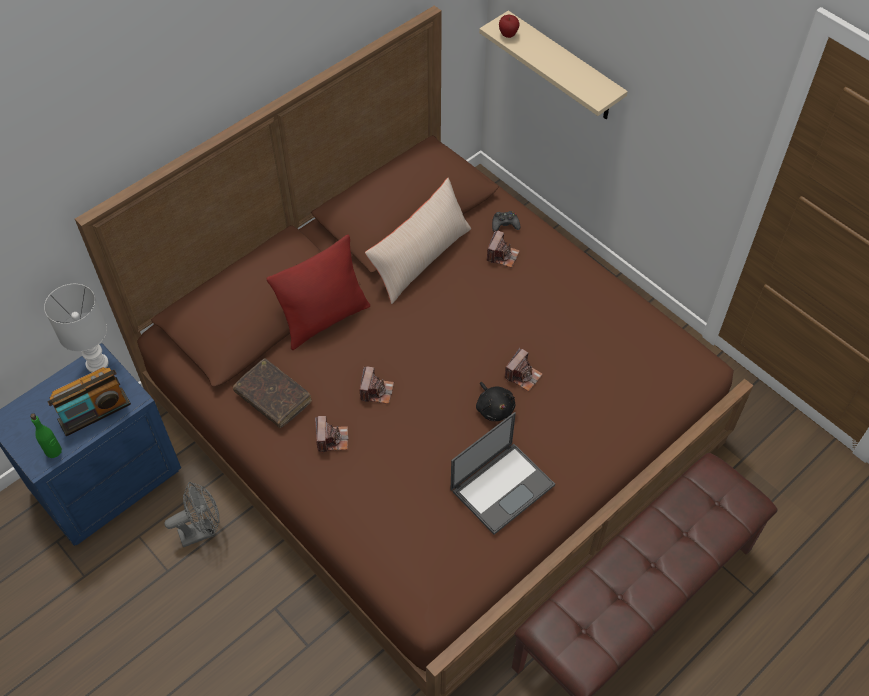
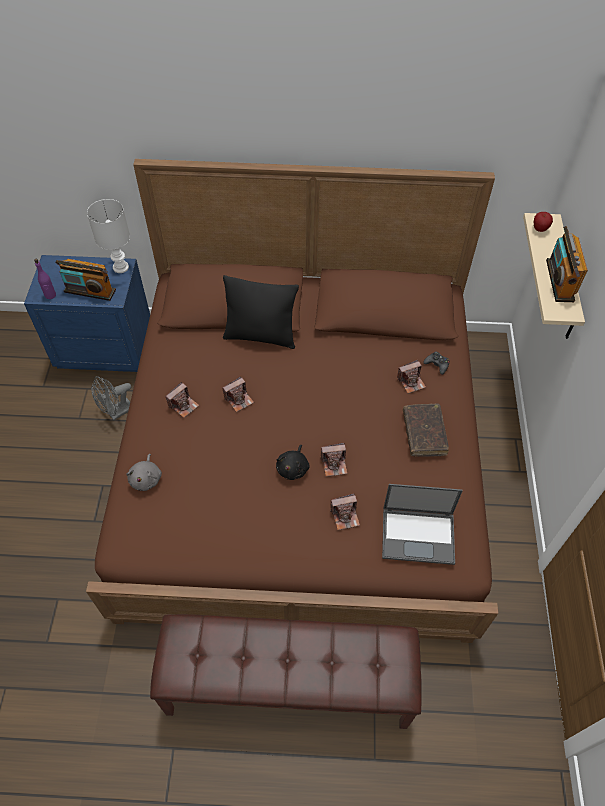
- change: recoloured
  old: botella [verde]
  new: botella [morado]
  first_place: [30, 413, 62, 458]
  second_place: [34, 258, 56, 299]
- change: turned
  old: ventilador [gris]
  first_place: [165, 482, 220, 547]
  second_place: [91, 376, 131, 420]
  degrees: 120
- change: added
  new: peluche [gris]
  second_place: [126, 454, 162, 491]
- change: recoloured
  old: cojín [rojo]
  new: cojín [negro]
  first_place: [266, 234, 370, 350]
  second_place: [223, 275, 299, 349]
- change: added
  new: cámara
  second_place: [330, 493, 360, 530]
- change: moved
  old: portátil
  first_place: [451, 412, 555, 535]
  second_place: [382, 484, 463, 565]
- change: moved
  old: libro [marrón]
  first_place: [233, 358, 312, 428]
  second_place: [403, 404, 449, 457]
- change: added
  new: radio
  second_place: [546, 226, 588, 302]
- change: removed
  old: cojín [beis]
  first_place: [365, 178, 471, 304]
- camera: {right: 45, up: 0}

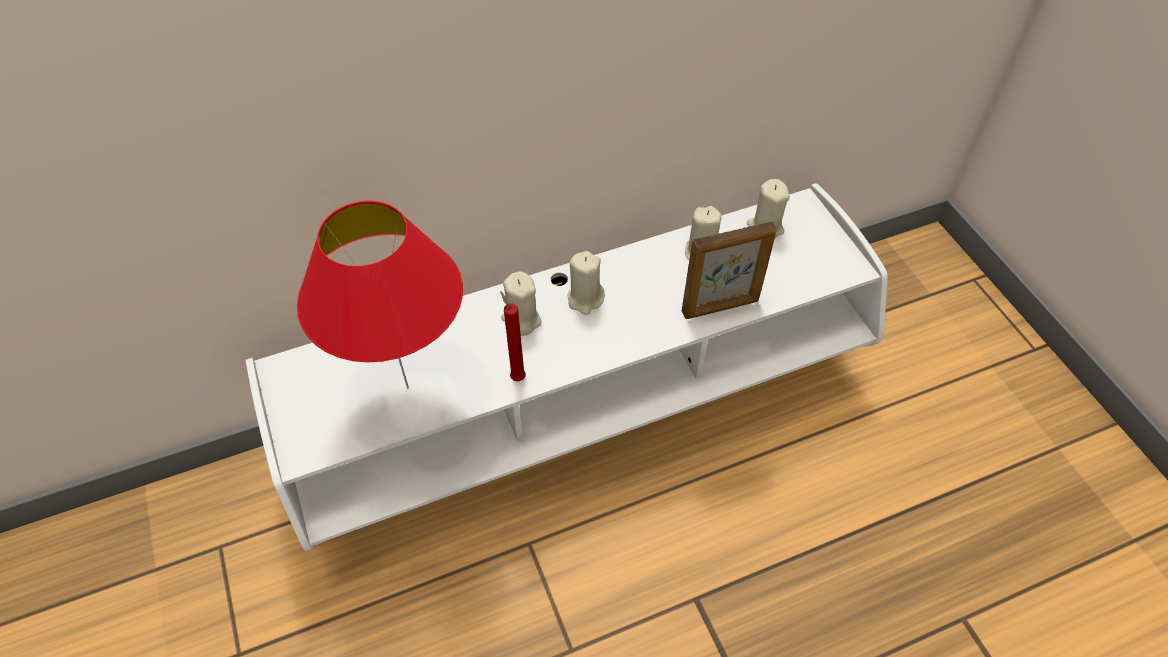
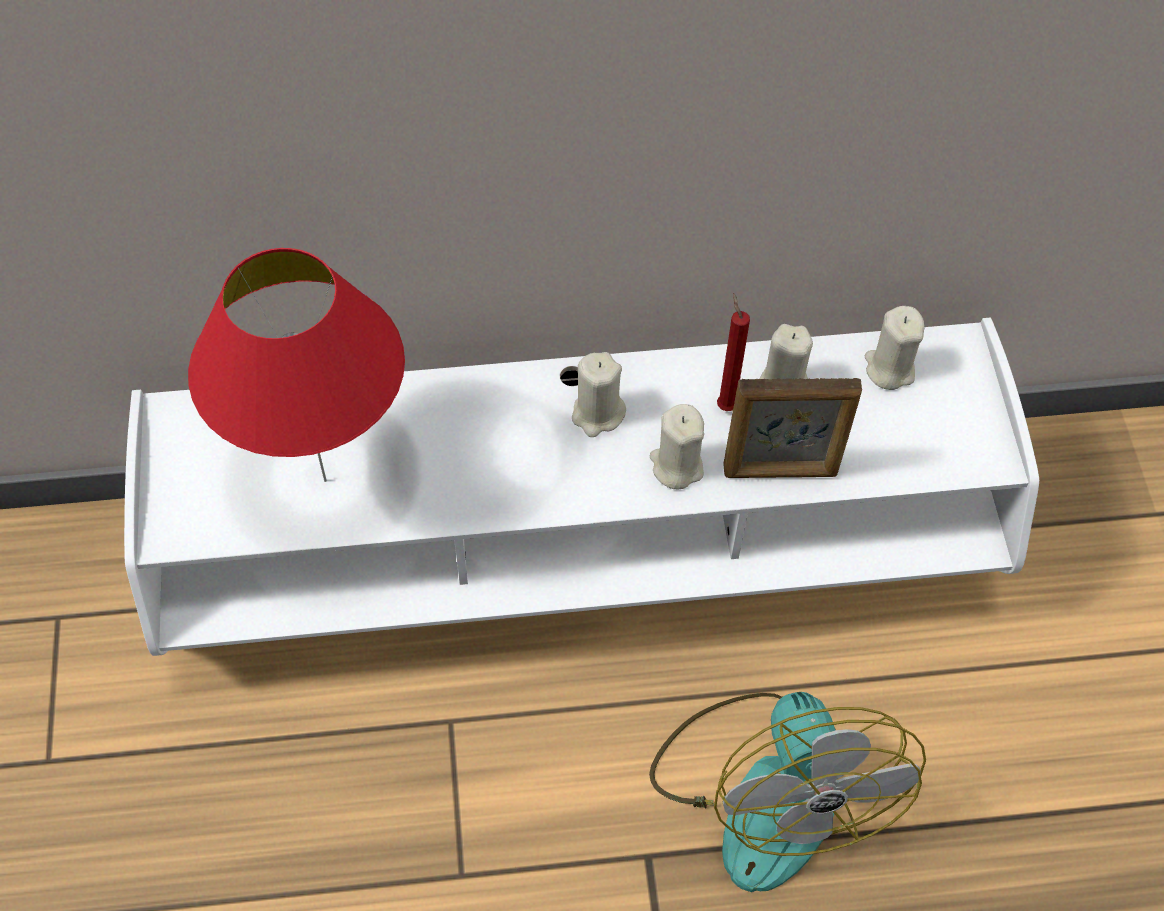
- change: added
  new: ventilador
  second_place: [649, 692, 926, 892]
- change: moved
  old: vela [beis]
  first_place: [501, 272, 542, 336]
  second_place: [650, 404, 704, 489]
- change: moved
  old: vela [rojo]
  first_place: [500, 291, 526, 381]
  second_place: [717, 293, 750, 411]
- camera: {right: 15, up: 5}

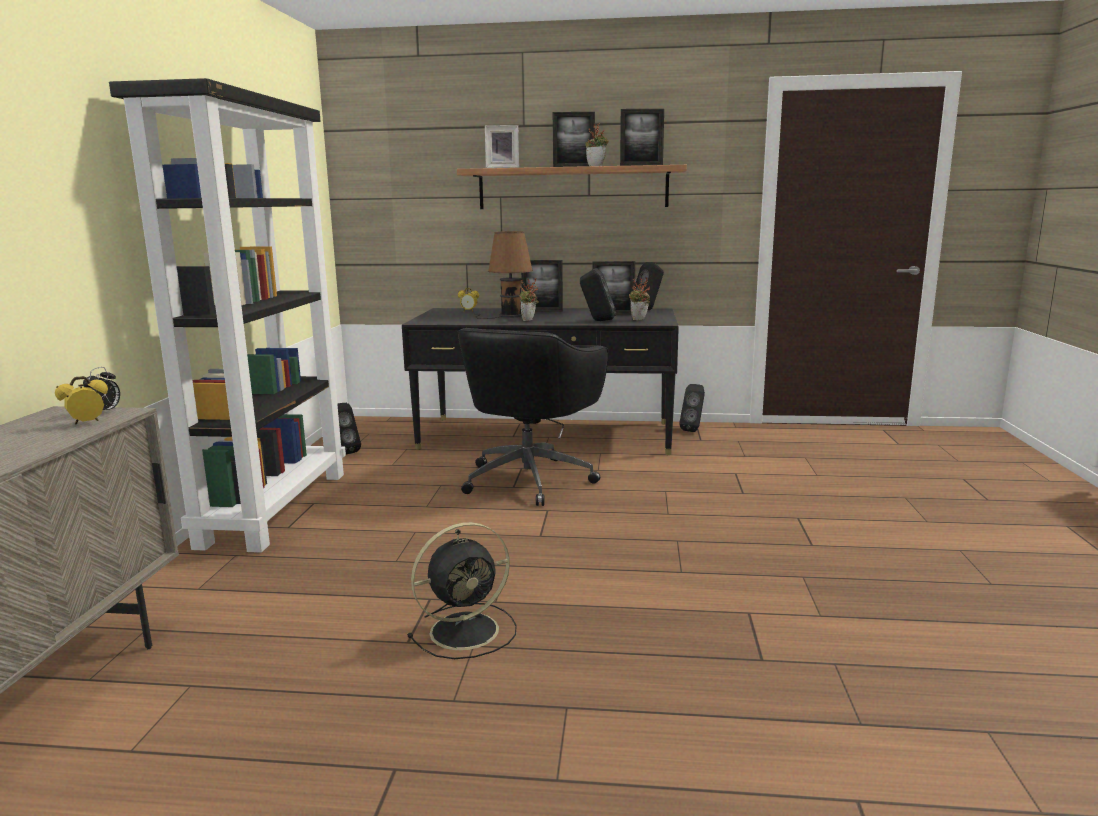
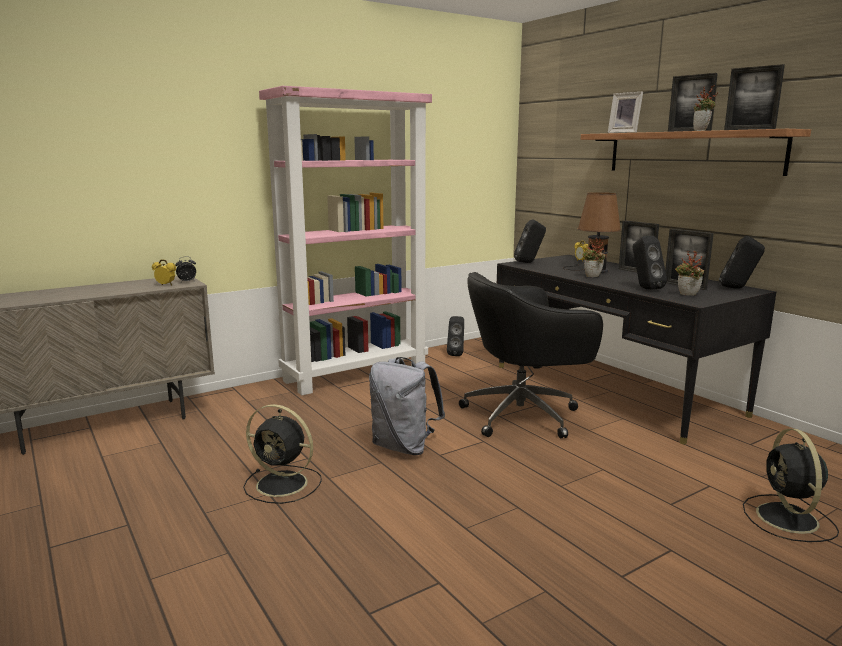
- change: recoloured
  old: estantería [negro]
  new: estantería [rosa]
  first_place: [109, 78, 346, 553]
  second_place: [259, 86, 432, 395]
- change: added
  new: mochila [gris]
  second_place: [369, 357, 445, 455]
- change: moved
  old: altavoz [negro]
  first_place: [679, 384, 705, 432]
  second_place: [514, 219, 546, 263]
- change: added
  new: ventilador [negro]
  second_place: [743, 429, 839, 542]
- camera: {right: 50, up: 0}

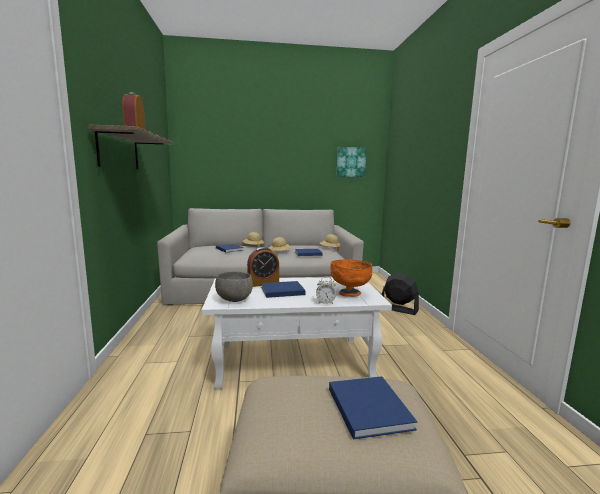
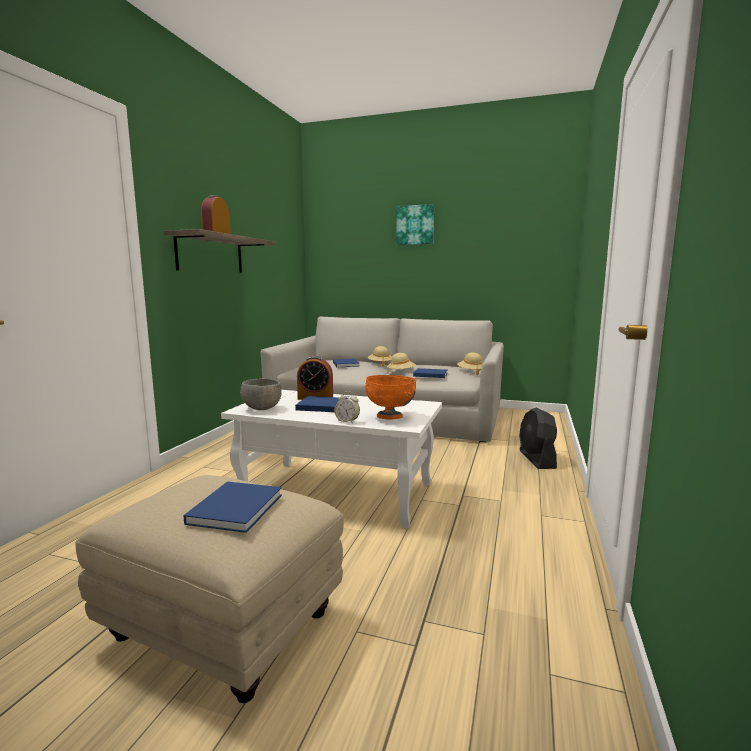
- change: moved
  old: cuadro
  first_place: [337, 147, 366, 177]
  second_place: [396, 204, 434, 245]
- change: turned
  old: ventilador [negro]
  first_place: [381, 273, 419, 315]
  second_place: [519, 408, 557, 469]
  degrees: -150
- camera: {right: 25, up: 0}

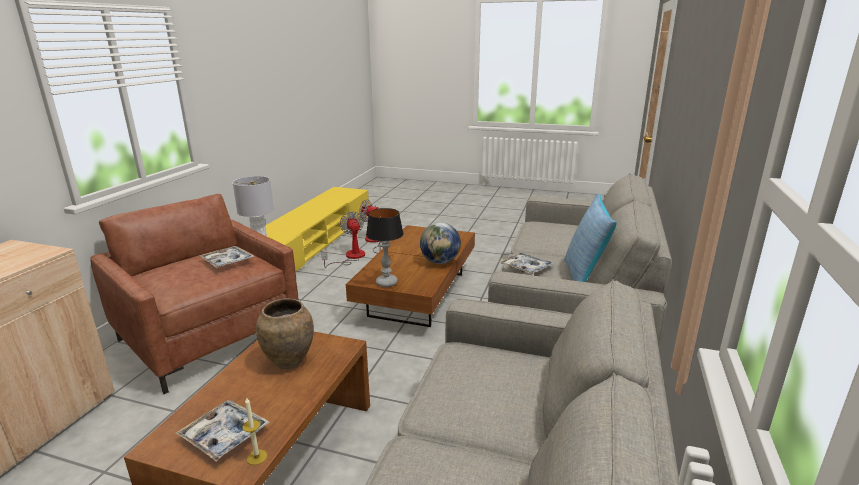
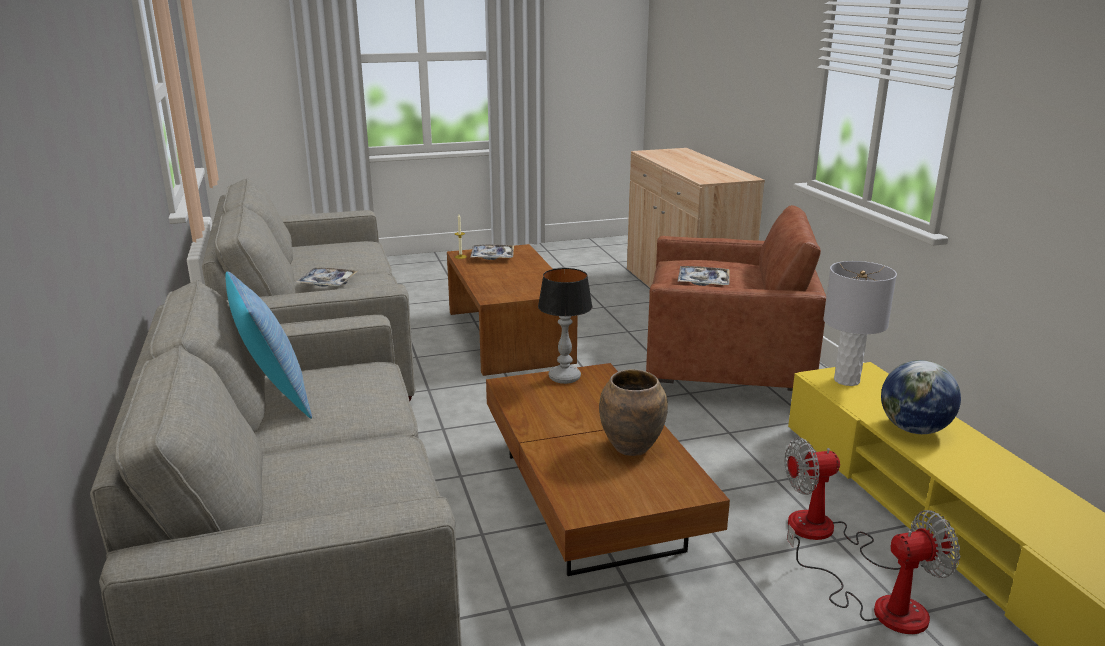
- change: moved
  old: bandeja
  first_place: [499, 252, 554, 275]
  second_place: [294, 268, 358, 287]
- change: moved
  old: florero [marrón]
  first_place: [256, 298, 314, 369]
  second_place: [599, 369, 668, 456]
- change: turned
  old: ventilador
  first_place: [321, 211, 365, 267]
  second_place: [785, 437, 922, 570]
  degrees: 135
- change: moved
  old: globo terráqueo
  first_place: [420, 222, 461, 264]
  second_place: [881, 360, 961, 434]
- camera: {right: 145, up: 0}

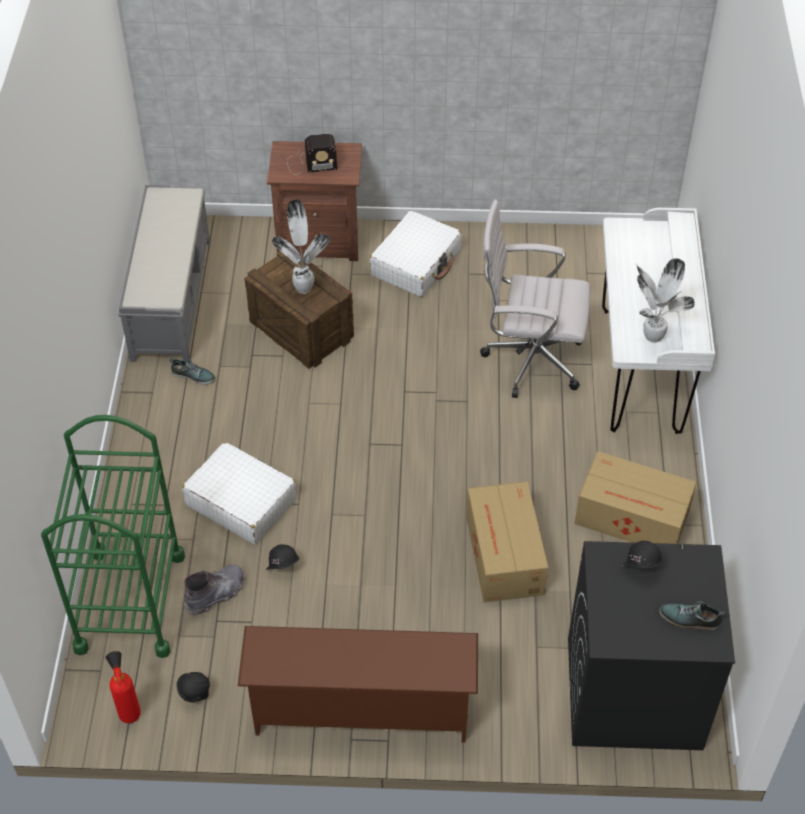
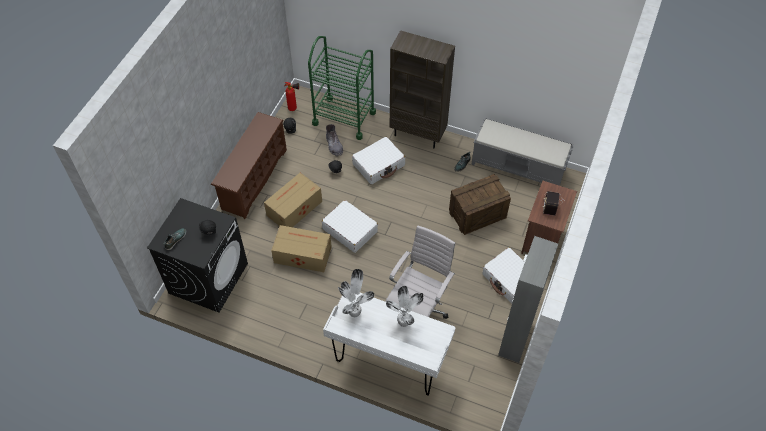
- change: moved
  old: caja de cartón
  first_place: [575, 451, 697, 544]
  second_place: [264, 173, 322, 227]
- change: added
  new: maleta [blanco]
  second_place: [322, 200, 378, 253]
- change: moved
  old: planta en maceta
  first_place: [272, 199, 330, 294]
  second_place: [386, 286, 423, 327]
- change: added
  new: estantería [marrón]
  second_place: [390, 30, 455, 148]
- change: added
  new: armario [gris]
  second_place: [498, 236, 558, 363]
- camera: {right: 110, up: 5}

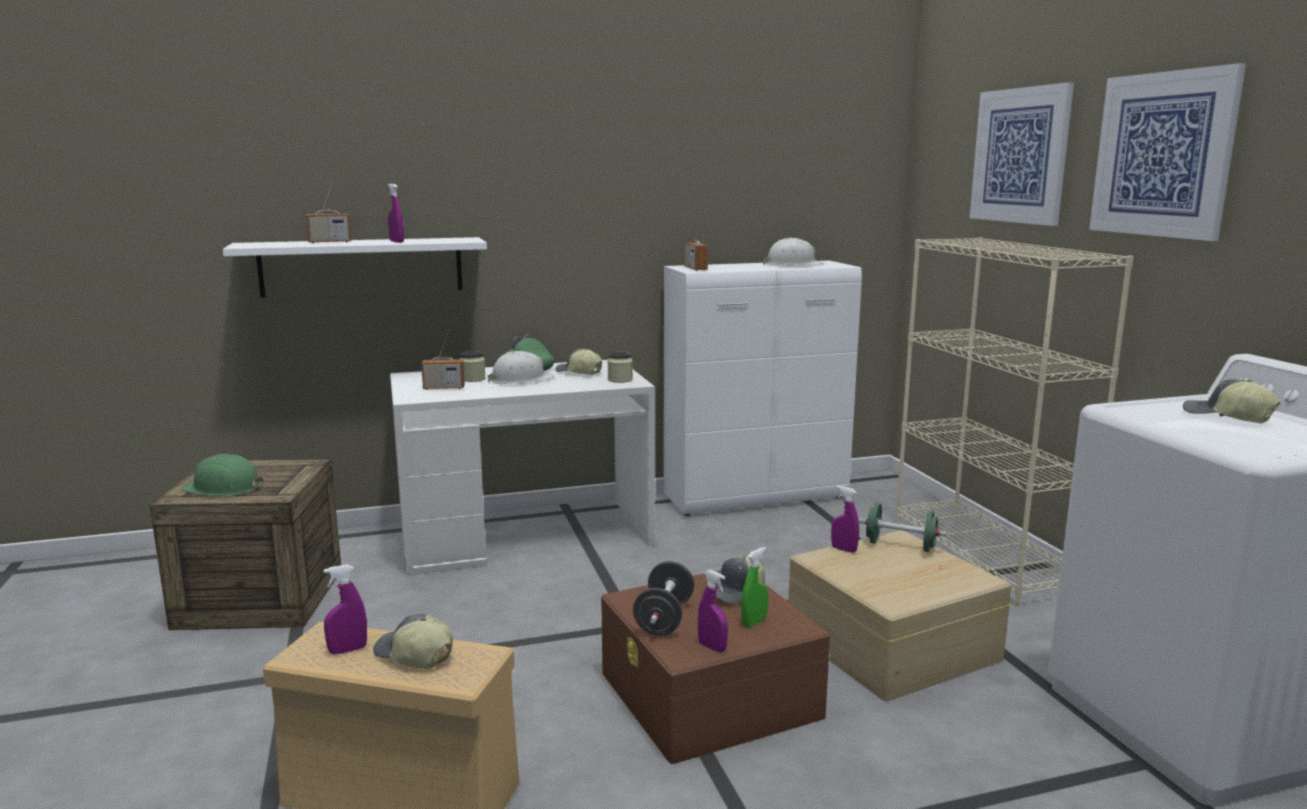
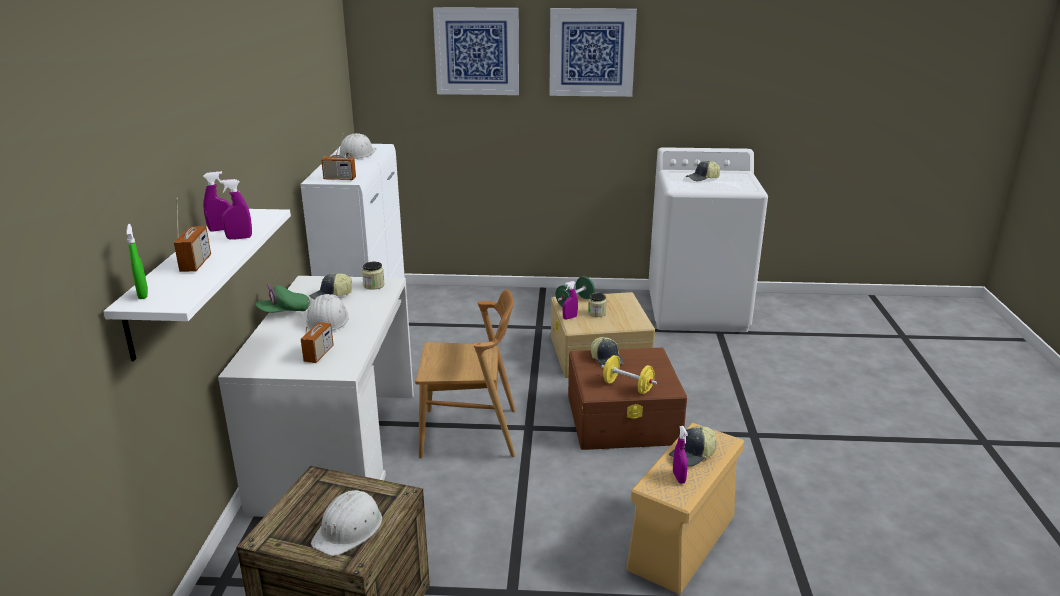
- change: moved
  old: pulverizador [verde]
  first_place: [741, 547, 768, 627]
  second_place: [127, 224, 148, 299]
- change: moved
  old: pulverizador [morado]
  first_place: [698, 570, 728, 652]
  second_place: [203, 171, 231, 232]
- change: recoloured
  old: casco [verde]
  new: casco [blanco]
  first_place: [181, 454, 264, 496]
  second_place: [311, 490, 382, 556]
- change: added
  new: silla [marrón]
  second_place: [415, 289, 516, 459]
- change: moved
  old: tarro
  first_place: [460, 351, 486, 382]
  second_place: [588, 293, 607, 317]
- change: recoloured
  old: mancuerna [negro]
  new: mancuerna [amarillo]
  first_place: [633, 561, 694, 635]
  second_place: [601, 355, 657, 394]
- change: removed
  old: estantería [beis]
  first_place: [895, 237, 1134, 606]
- camera: {right: -70, up: 10}

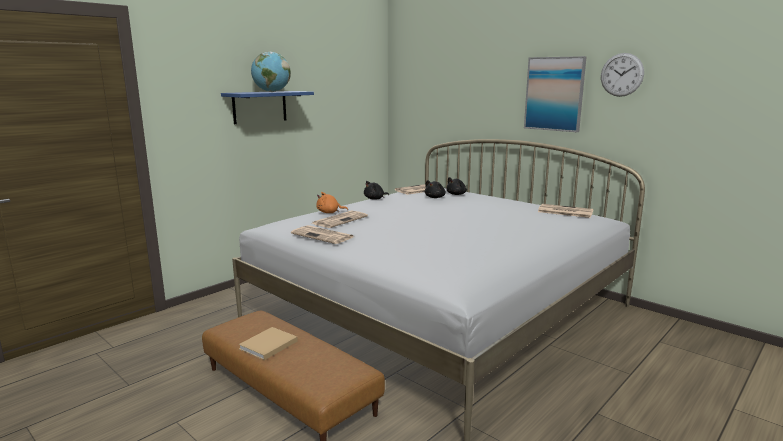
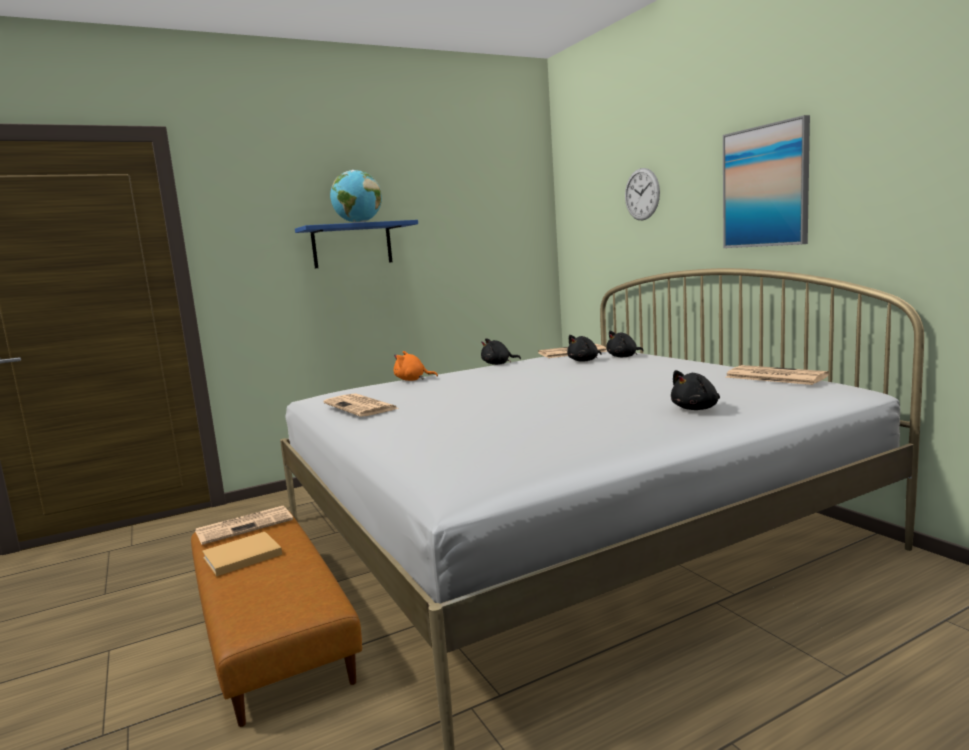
- change: moved
  old: periódico
  first_place: [311, 210, 368, 228]
  second_place: [195, 506, 293, 545]
- change: moved
  old: reloj de pared
  first_place: [601, 53, 644, 97]
  second_place: [625, 168, 660, 220]
- change: added
  new: peluche [negro]
  second_place: [671, 370, 720, 410]
- camera: {right: 20, up: -5}

